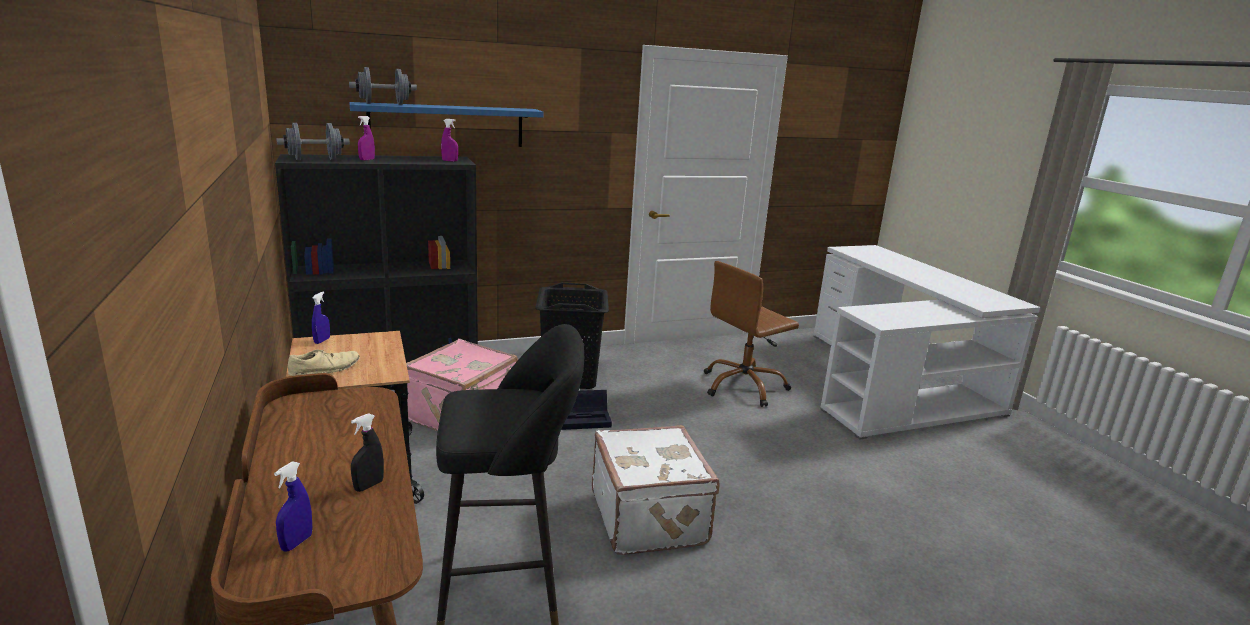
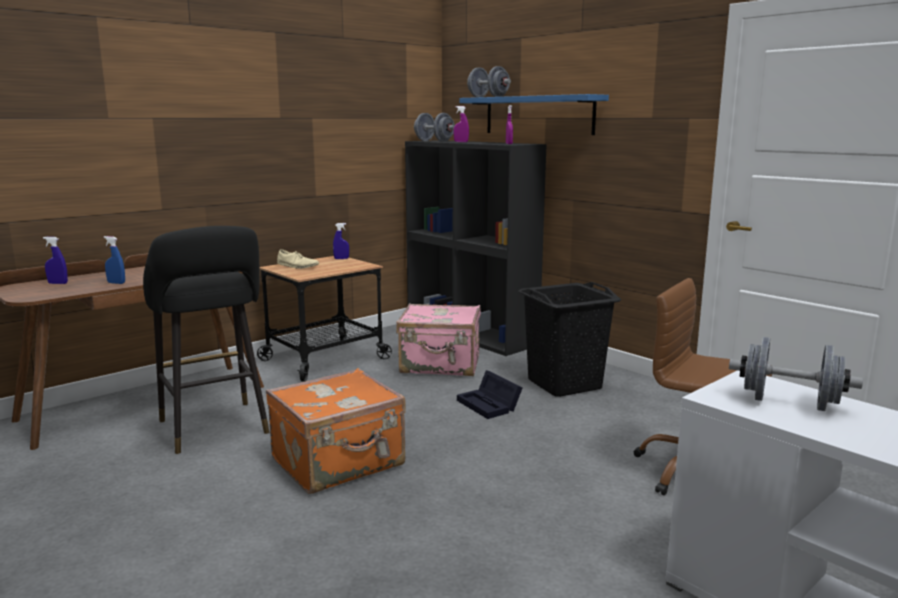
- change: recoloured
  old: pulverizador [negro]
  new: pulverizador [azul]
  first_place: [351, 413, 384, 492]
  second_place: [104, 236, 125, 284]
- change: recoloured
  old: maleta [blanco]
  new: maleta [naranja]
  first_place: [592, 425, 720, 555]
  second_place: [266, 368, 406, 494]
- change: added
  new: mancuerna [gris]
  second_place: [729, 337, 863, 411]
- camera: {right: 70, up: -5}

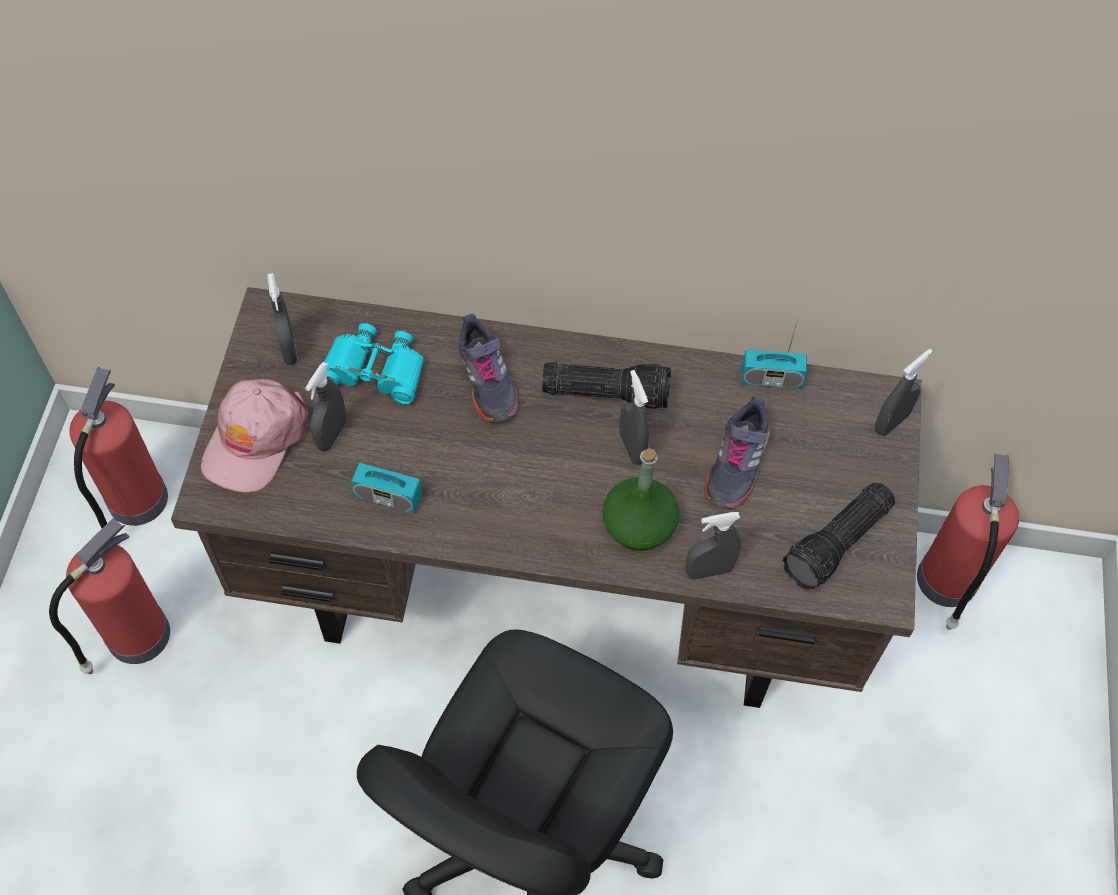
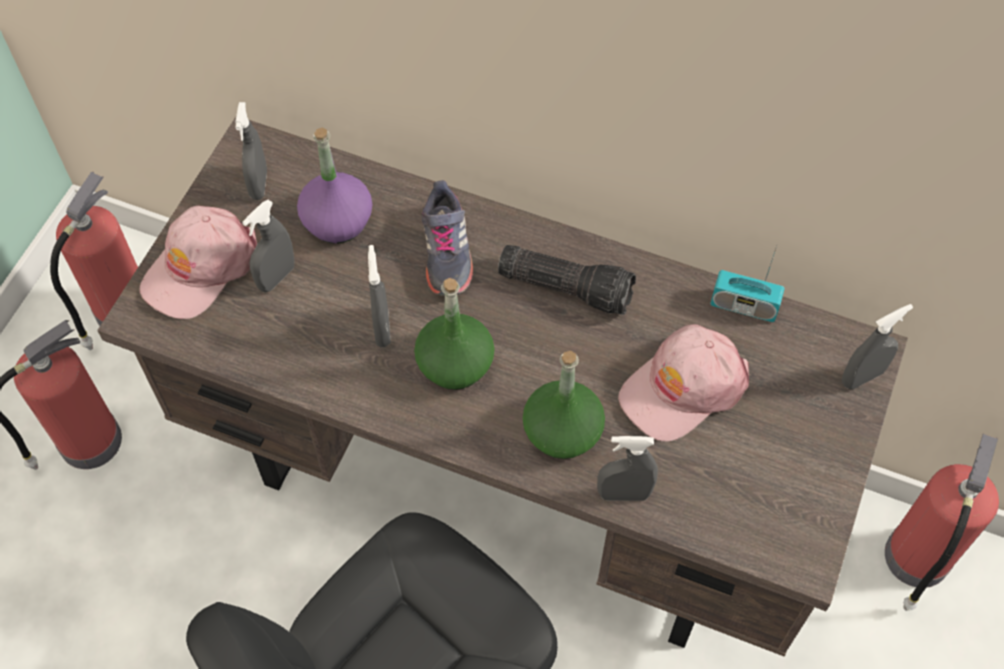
- change: replaced
  old: prismáticos [turquesa]
  new: botella [morado]
  first_place: [324, 323, 424, 405]
  second_place: [297, 127, 372, 244]
- change: moved
  old: pulverizador [gris]
  first_place: [619, 370, 649, 465]
  second_place: [368, 245, 391, 347]
- change: added
  new: botella [verde]
  second_place: [414, 278, 494, 390]
- change: replaced
  old: zapato [gris]
  new: gorra [rosa]
  first_place: [704, 397, 770, 509]
  second_place: [618, 324, 749, 442]
- change: removed
  old: radio
  first_place: [351, 445, 422, 513]
- change: removed
  old: linterna
  first_place: [782, 482, 895, 590]
- camera: {right: 15, up: 0}

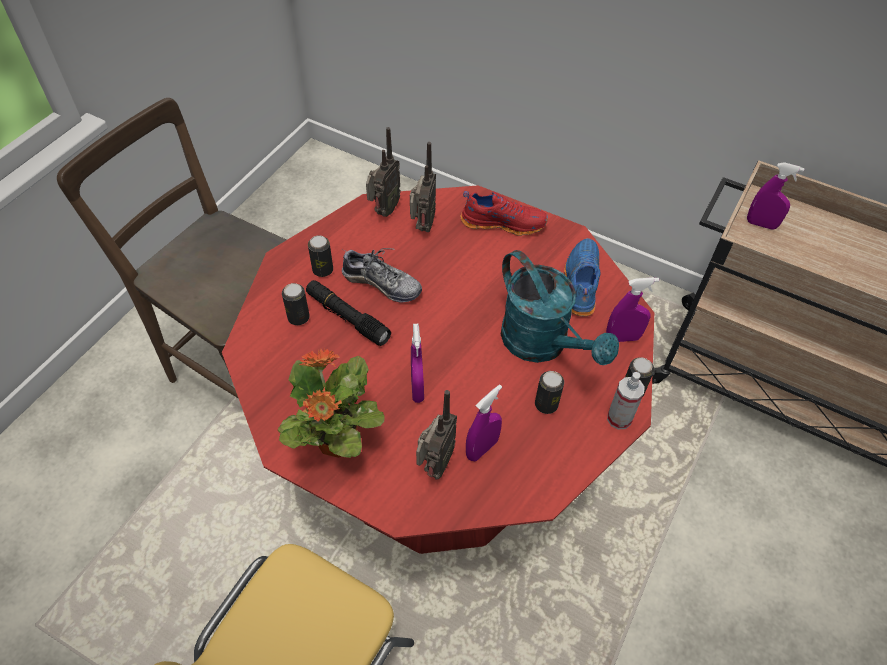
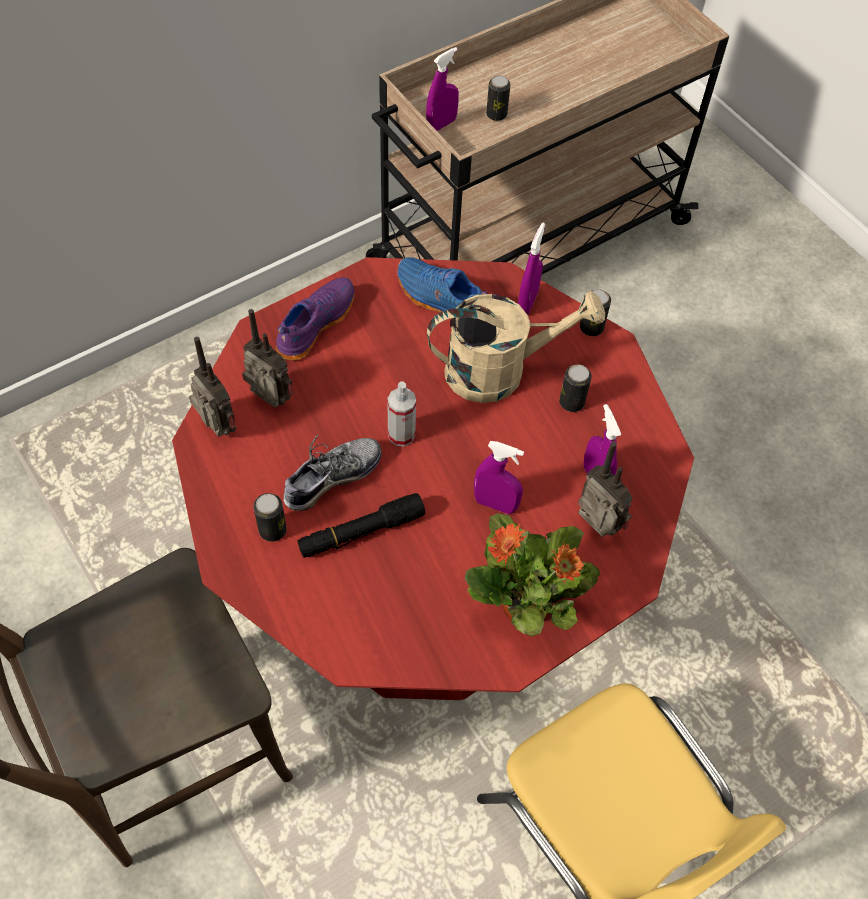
- change: recoloured
  old: zapato [rojo]
  new: zapato [morado]
  first_place: [460, 191, 548, 236]
  second_place: [276, 277, 355, 361]
- change: moved
  old: pulverizador
  first_place: [607, 372, 645, 430]
  second_place: [387, 381, 416, 447]
- change: recoloured
  old: regadera [turquesa]
  new: regadera [beis]
  first_place: [501, 250, 619, 365]
  second_place: [427, 290, 605, 403]
- change: moved
  old: lata
  first_place: [282, 283, 310, 325]
  second_place: [486, 75, 511, 121]
- camera: {right: -65, up: 5}

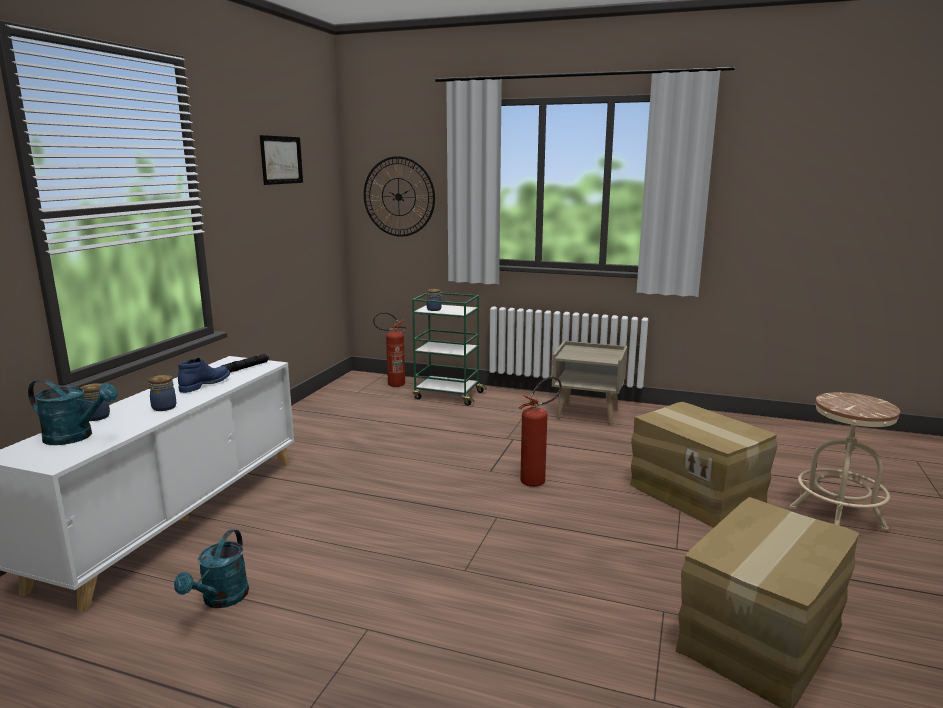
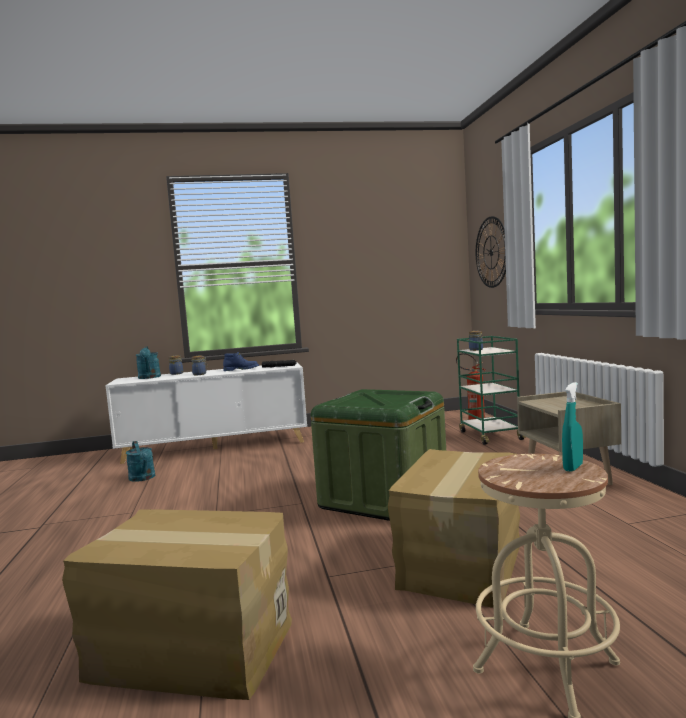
- change: turned
  old: regadera [turquesa]
  first_place: [174, 529, 249, 608]
  second_place: [126, 441, 155, 482]
  degrees: -105
- change: replaced
  old: extintor
  new: caja de almacenaje [verde]
  first_place: [519, 376, 562, 487]
  second_place: [311, 389, 446, 521]
- change: added
  new: pulverizador [turquesa]
  second_place: [562, 382, 583, 472]
- change: removed
  old: cuadro
  first_place: [260, 135, 303, 185]
- camera: {right: 60, up: -10}

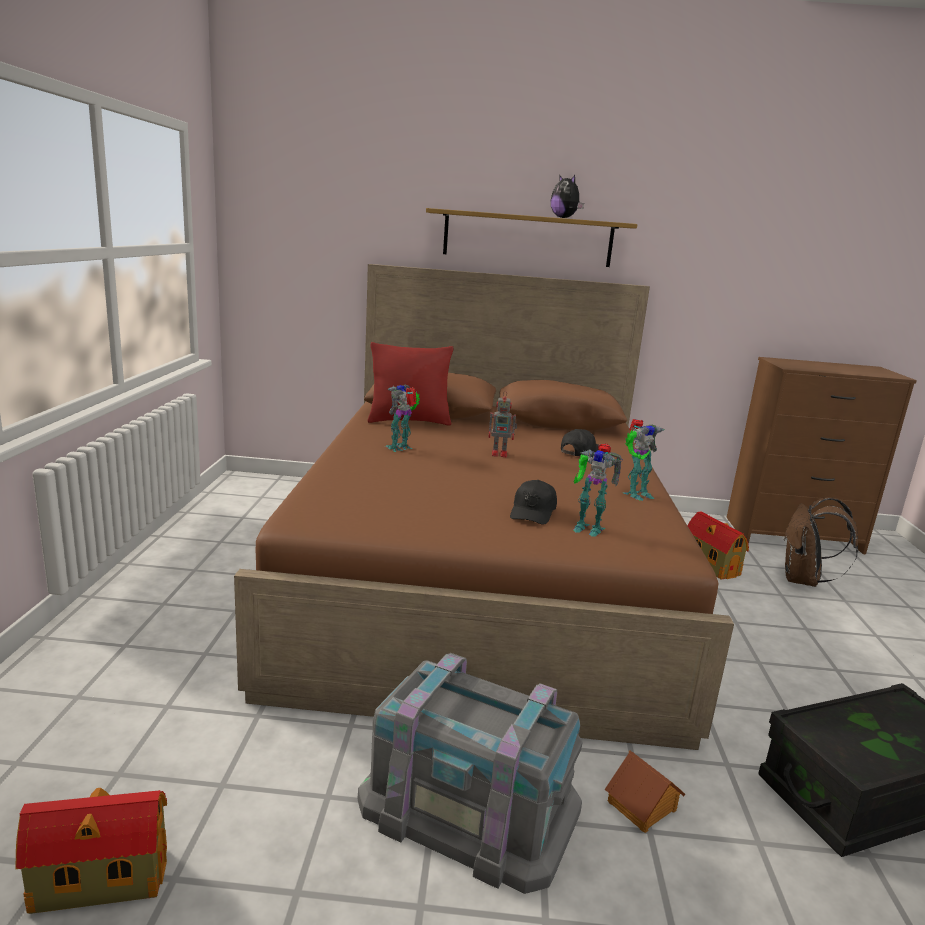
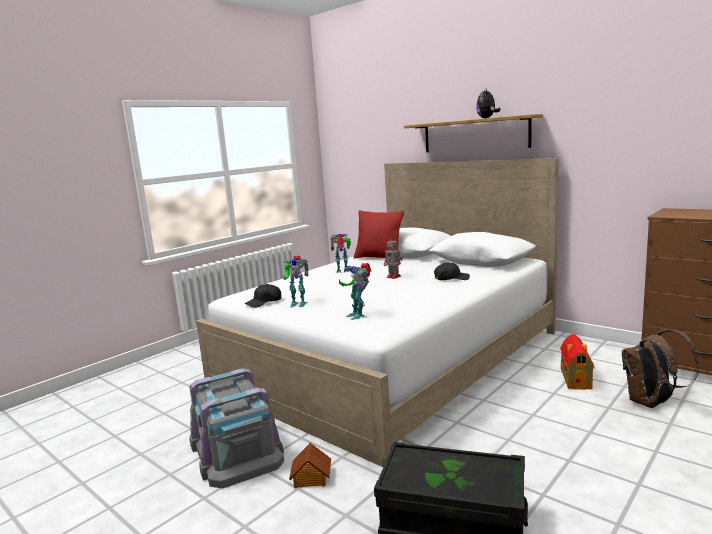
- change: recoloured
  old: cama [marrón]
  new: cama [blanco]
  first_place: [234, 264, 734, 750]
  second_place: [196, 158, 559, 467]
- change: moved
  old: gorra [negro]
  first_place: [510, 480, 557, 525]
  second_place: [245, 284, 281, 308]
- change: moved
  old: robot de juguete
  first_place: [622, 419, 664, 501]
  second_place: [283, 255, 308, 308]
- change: removed
  old: casita
  first_place: [16, 788, 167, 914]
- camera: {right: 40, up: -5}

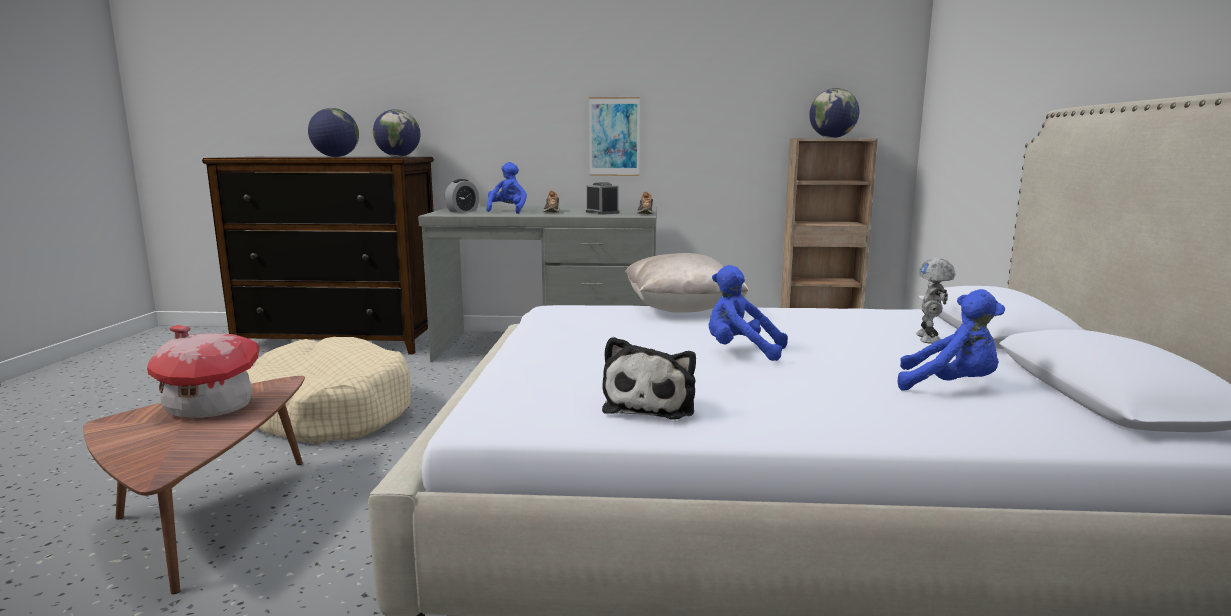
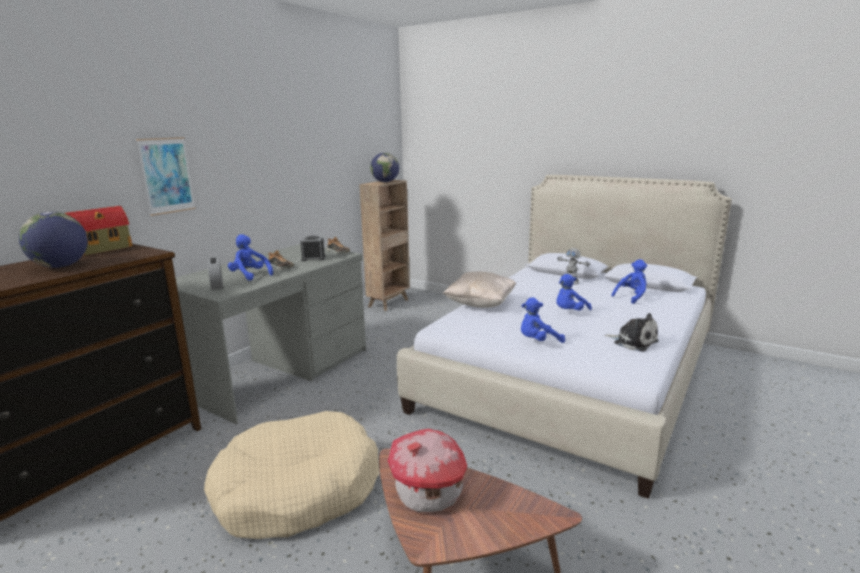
- change: replaced
  old: globo terráqueo
  new: casita
  first_place: [373, 109, 420, 157]
  second_place: [65, 206, 132, 256]
- change: moved
  old: cuadro
  first_place: [589, 97, 640, 176]
  second_place: [136, 137, 196, 216]
- change: added
  new: peluche [azul]
  second_place: [521, 297, 565, 343]
- camera: {right: -60, up: 5}

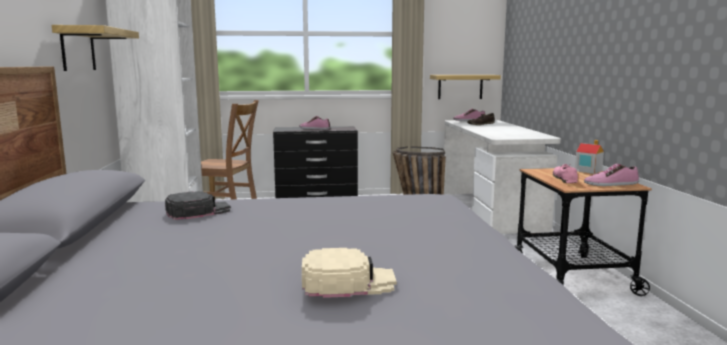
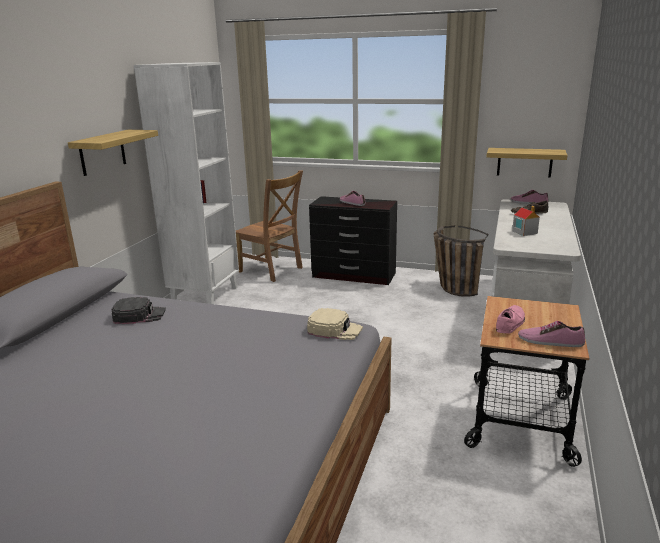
- change: moved
  old: gorra [beis]
  first_place: [302, 248, 397, 298]
  second_place: [307, 308, 363, 340]
- change: moved
  old: casita
  first_place: [575, 140, 604, 174]
  second_place: [512, 206, 540, 236]
- camera: {right: 25, up: 10}

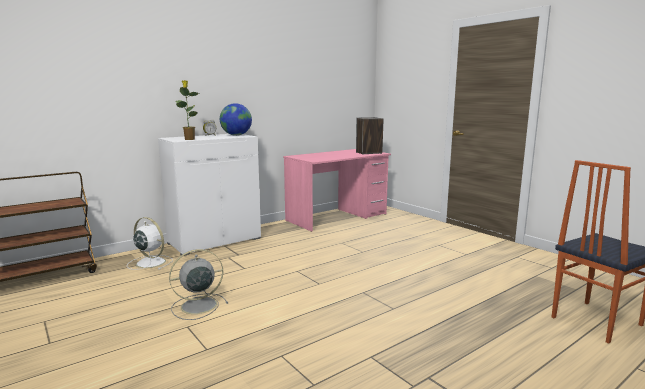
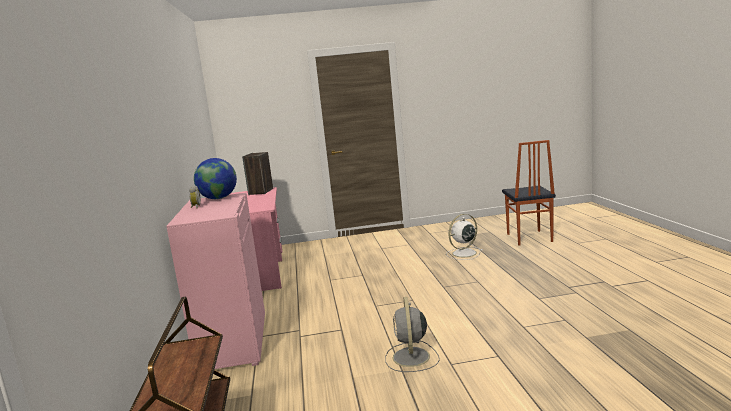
- change: recoloured
  old: armario [blanco]
  new: armario [rosa]
  first_place: [158, 134, 261, 256]
  second_place: [166, 193, 265, 369]
- change: moved
  old: ventilador [blanco]
  first_place: [127, 217, 172, 270]
  second_place: [446, 214, 483, 260]
- change: removed
  old: planta en maceta
  first_place: [175, 80, 199, 140]
- camera: {right: -60, up: 0}

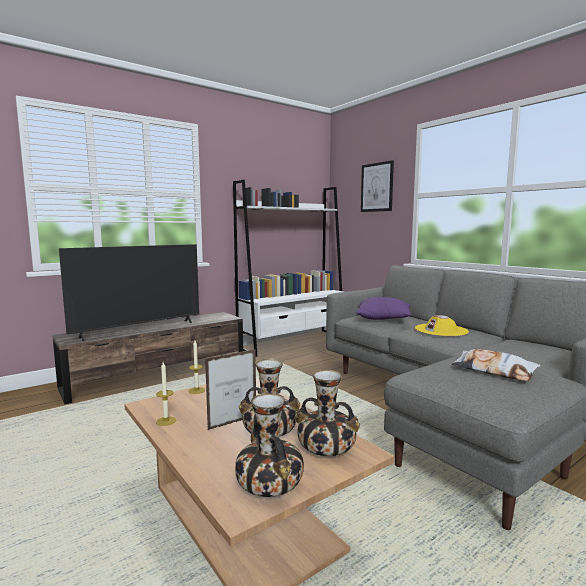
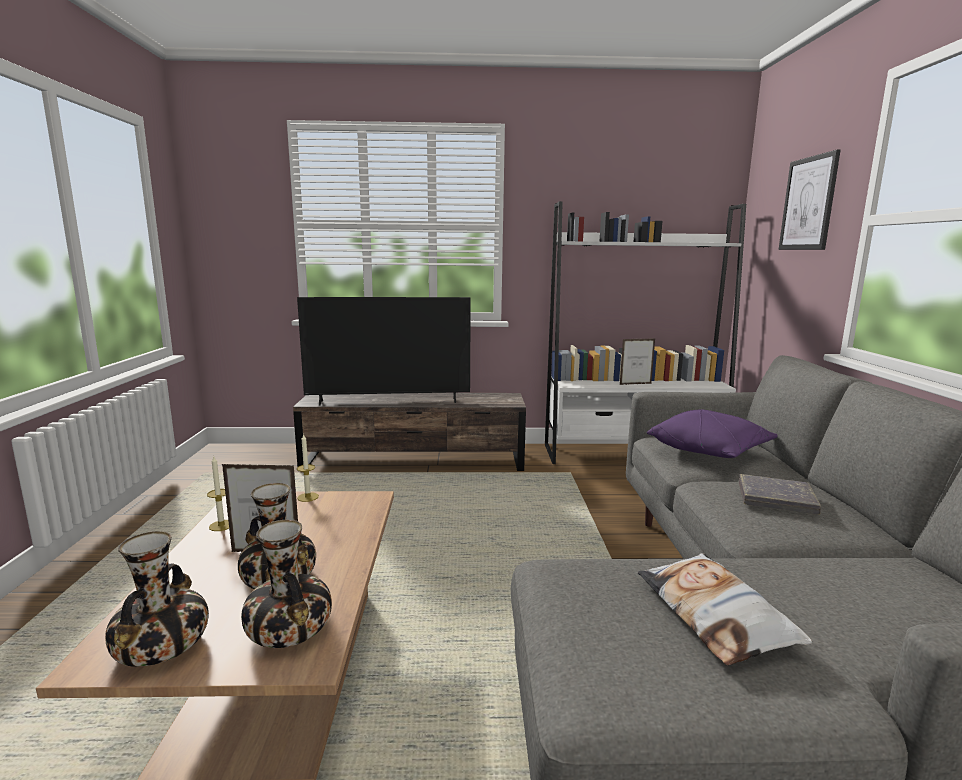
- change: added
  new: portarretratos
  second_place: [620, 338, 655, 385]
- change: replaced
  old: sombrero [amarillo]
  new: libro [gris]
  first_place: [415, 315, 469, 337]
  second_place: [739, 474, 821, 515]
- camera: {right: 35, up: 5}

